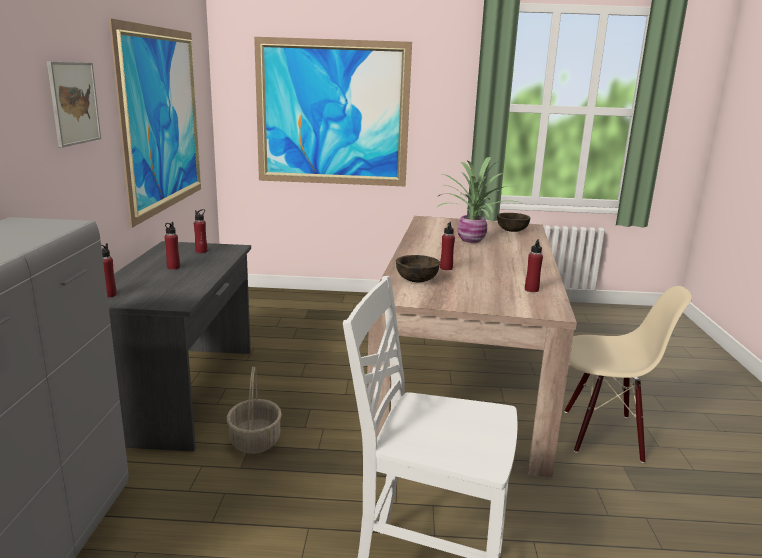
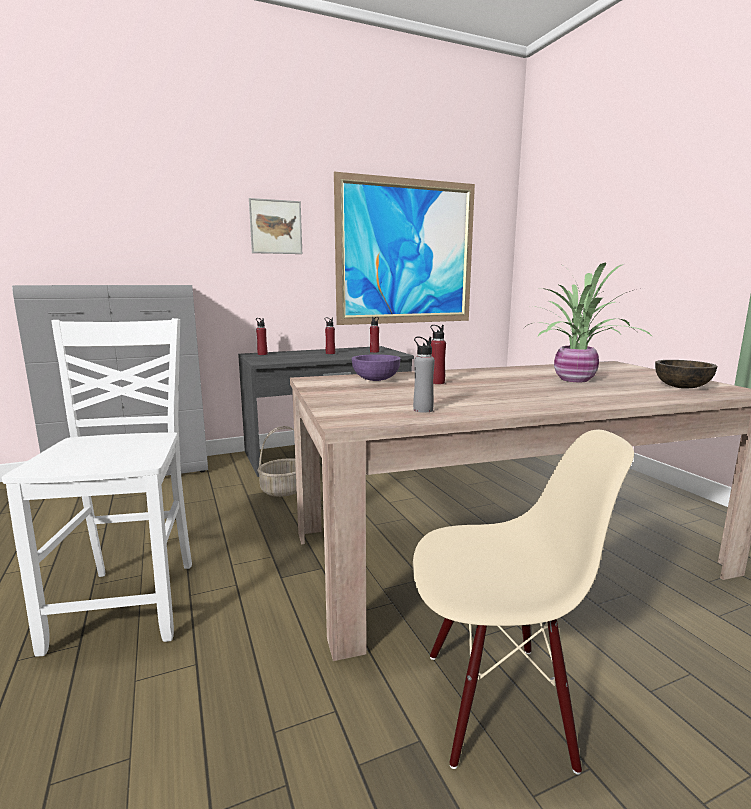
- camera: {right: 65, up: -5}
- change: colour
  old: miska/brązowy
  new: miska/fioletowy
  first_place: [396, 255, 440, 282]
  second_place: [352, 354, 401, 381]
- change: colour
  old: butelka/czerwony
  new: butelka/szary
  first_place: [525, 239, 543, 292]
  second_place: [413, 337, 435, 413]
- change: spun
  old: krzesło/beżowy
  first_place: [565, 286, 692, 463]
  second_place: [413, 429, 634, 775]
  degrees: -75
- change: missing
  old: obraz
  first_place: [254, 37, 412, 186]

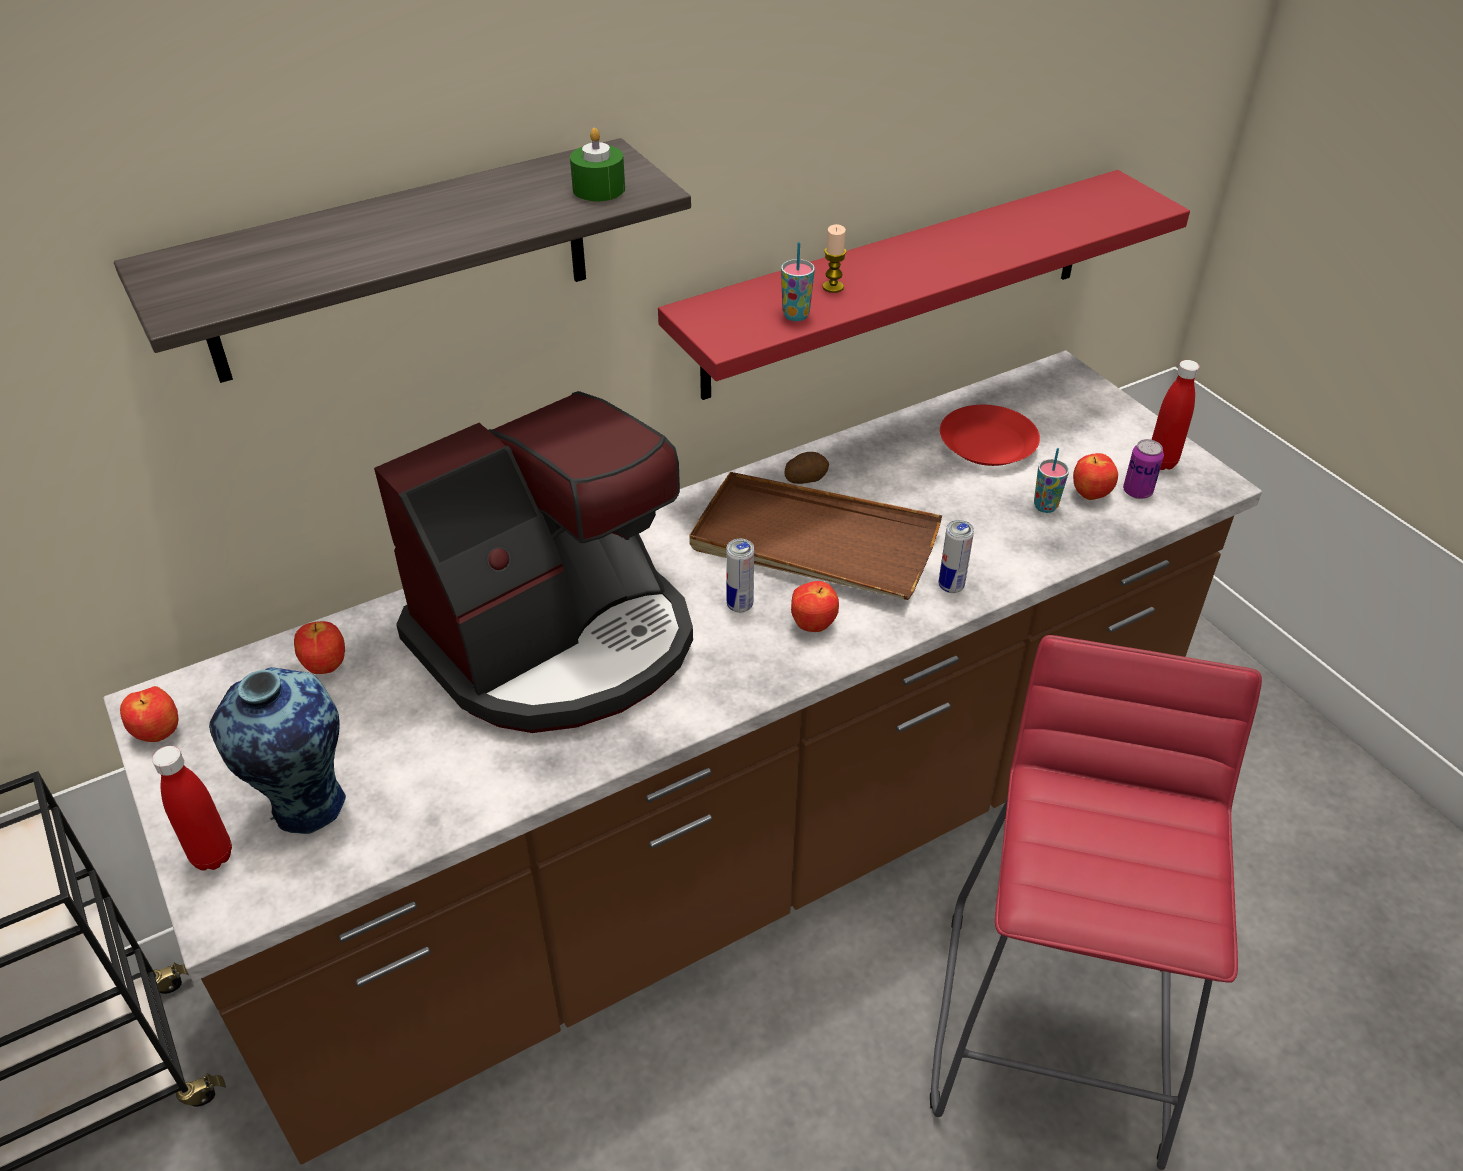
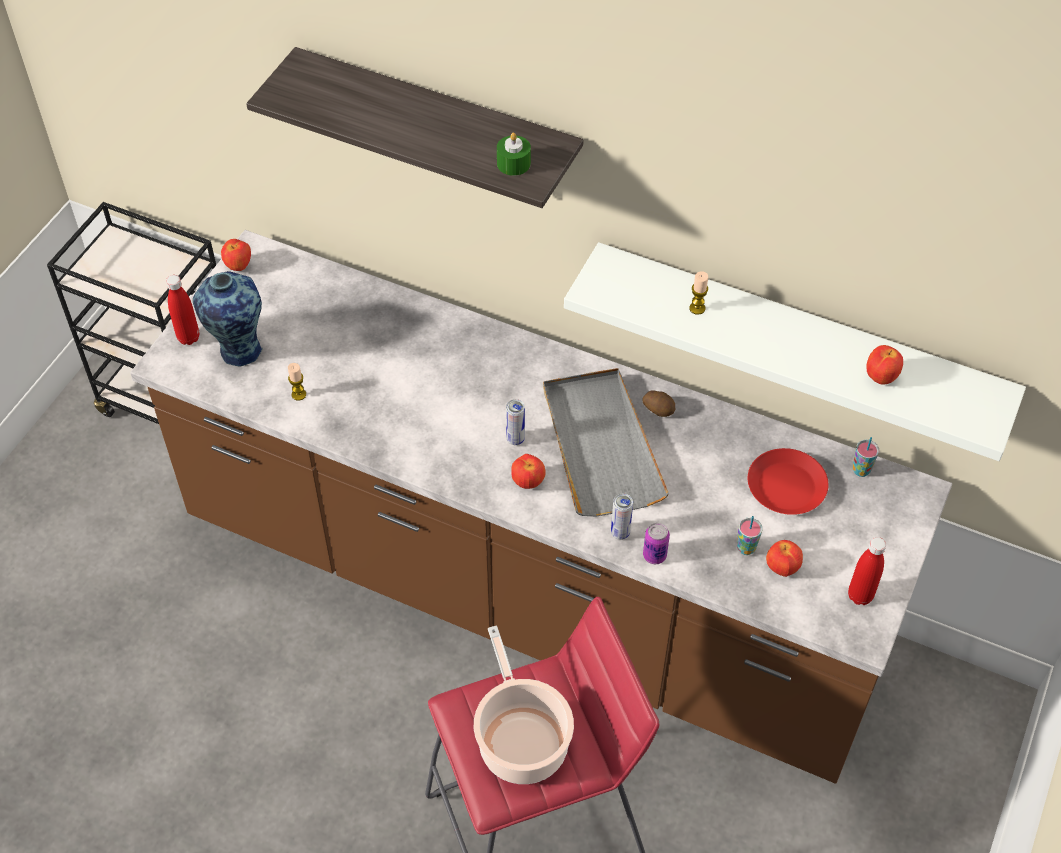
- camera: {right: 55, up: 10}
- change: appeared
  new: świeca
  second_place: [288, 363, 306, 401]
- change: appeared
  new: garnek
  second_place: [474, 625, 574, 784]
- change: colour
  old: taca/brązowy
  new: taca/szary
  first_place: [690, 472, 942, 600]
  second_place: [543, 368, 669, 517]
- change: colour
  old: półka/czerwony
  new: półka/biały
  first_place: [658, 170, 1190, 400]
  second_place: [564, 242, 1026, 461]
- change: relocated
  old: puszka
  first_place: [1123, 439, 1164, 499]
  second_place: [643, 523, 670, 564]
- change: relocated
  old: filiżanka
  first_place: [781, 242, 815, 321]
  second_place: [852, 437, 879, 477]
- change: relocated
  old: jabłko
  first_place: [294, 621, 345, 674]
  second_place: [866, 345, 903, 384]
- change: missing
  old: ekspres do kawy
  first_place: [374, 391, 693, 733]

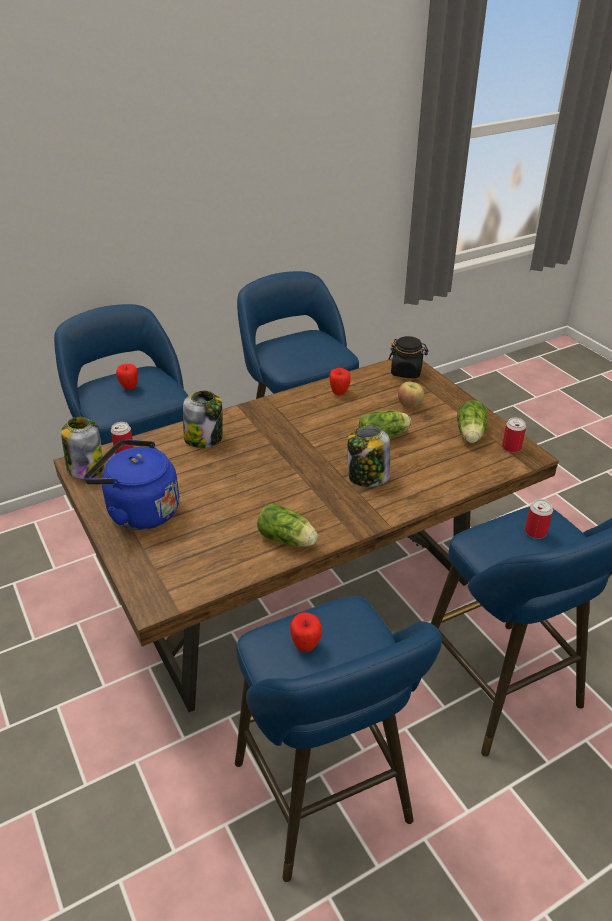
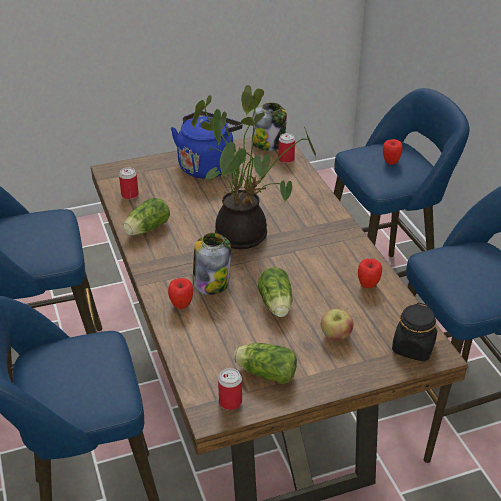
- camera: {right: 100, up: 0}
- change: relocated
  old: puszka
  first_place: [525, 499, 553, 539]
  second_place: [119, 167, 139, 199]
- change: relocated
  old: jabłko
  first_place: [290, 612, 322, 652]
  second_place: [168, 278, 193, 309]
- change: appeared
  new: roślina doniczkowa
  second_place: [191, 85, 316, 249]
- change: missing
  old: słoik
  first_place: [183, 391, 223, 448]

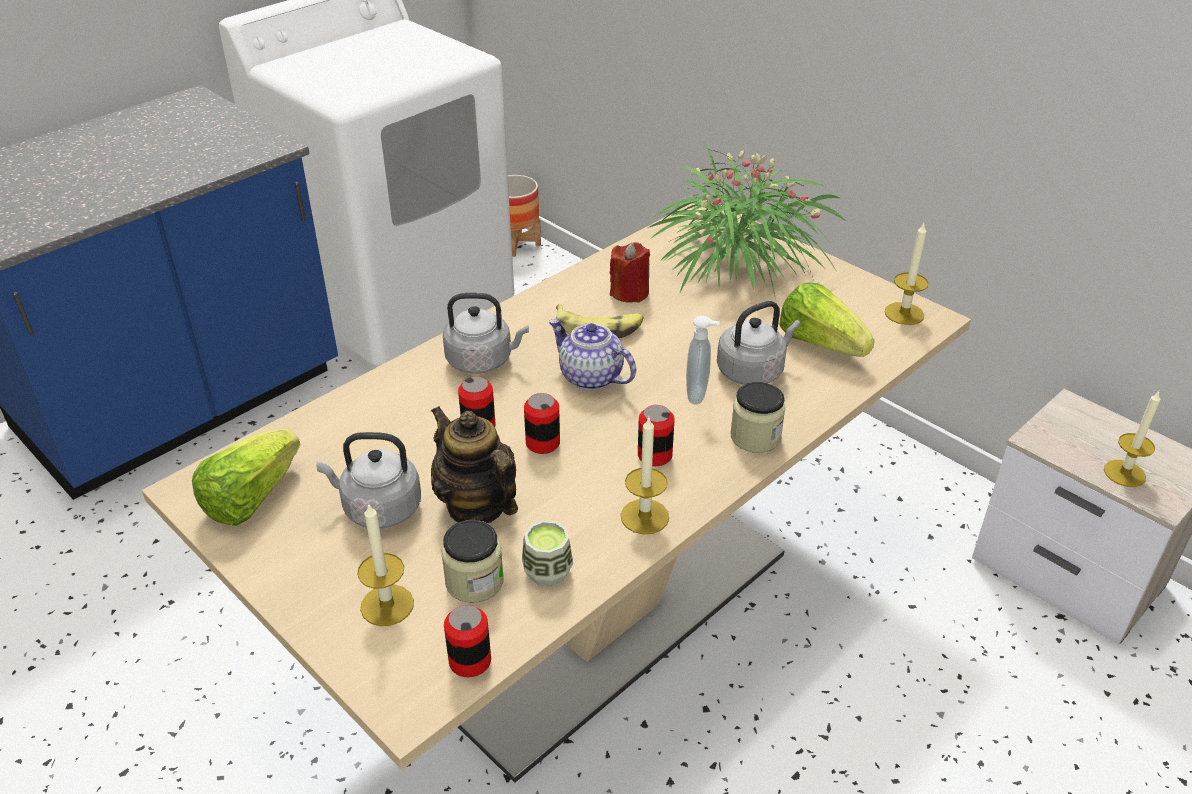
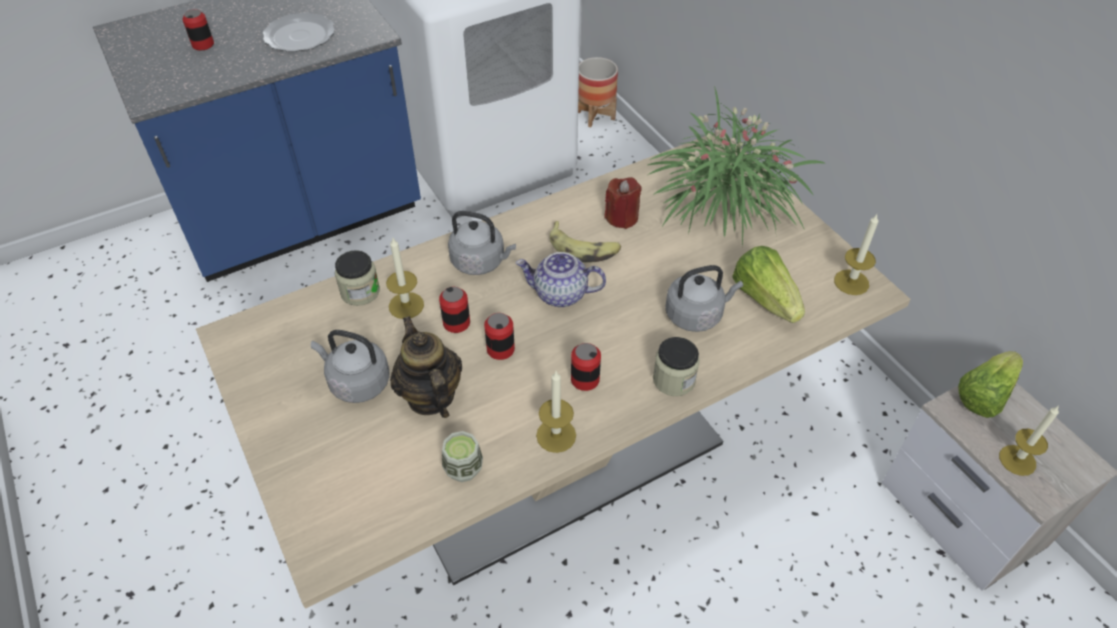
- camera: {right: 15, up: 10}
- change: relocated
  old: puszka
  first_place: [444, 605, 491, 677]
  second_place: [182, 10, 214, 51]
- change: appeared
  new: talerz
  second_place: [263, 13, 335, 52]
- change: relocated
  old: słoik
  first_place: [441, 520, 504, 603]
  second_place: [335, 250, 380, 306]
- change: relocated
  old: świeca
  first_place: [357, 503, 414, 626]
  second_place: [386, 238, 424, 319]
- change: spun
  old: imbryk
  first_place: [549, 319, 636, 390]
  second_place: [516, 252, 606, 307]
  degrees: -45
- change: relocated
  old: sałata
  first_place: [192, 429, 300, 526]
  second_place: [958, 351, 1023, 418]
- change: missing
  old: dozownik mydła
  first_place: [686, 315, 720, 405]

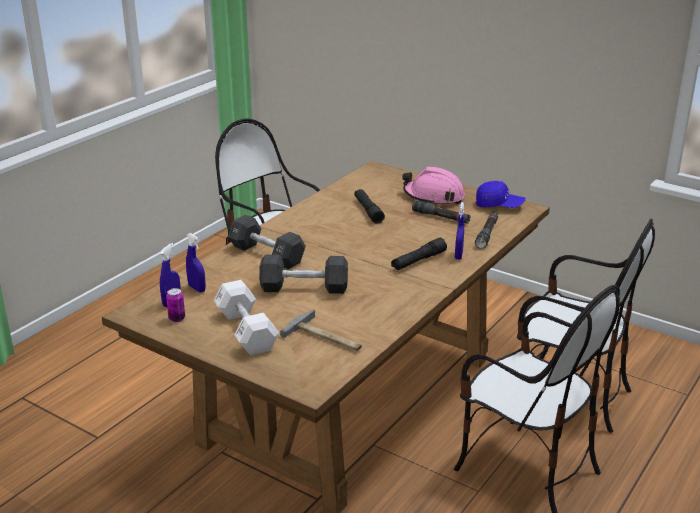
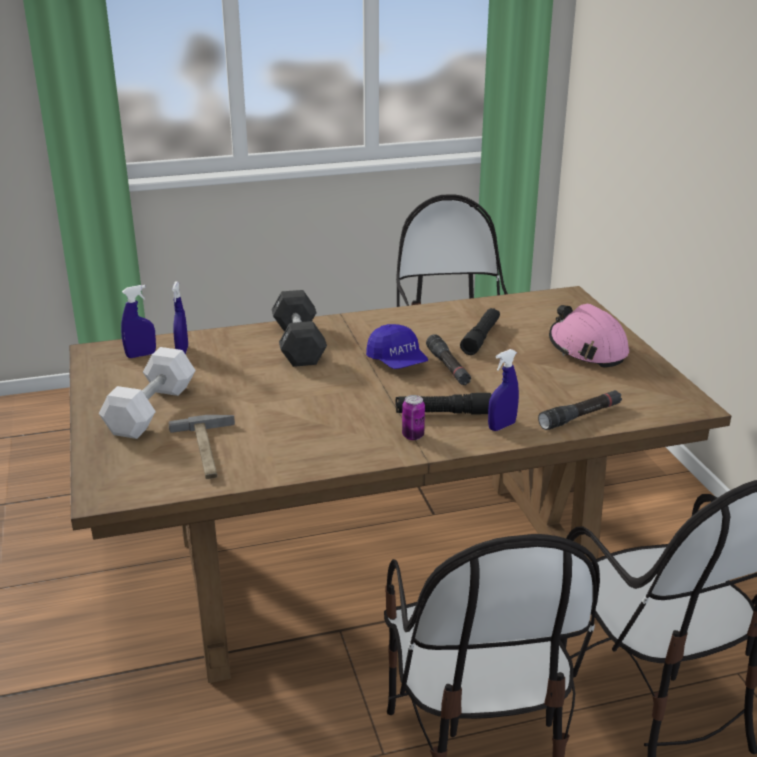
- camera: {right: 40, up: 0}
- change: relocated
  old: czapka z daszkiem/niebieski
  first_place: [476, 181, 526, 208]
  second_place: [366, 324, 429, 369]
- change: relocated
  old: puszka
  first_place: [166, 288, 185, 322]
  second_place: [402, 395, 425, 440]
- change: relocated
  old: latarka/czarny
  first_place: [412, 200, 470, 223]
  second_place: [426, 334, 471, 385]
- change: missing
  old: hantel/czarny
  first_place: [259, 255, 348, 294]

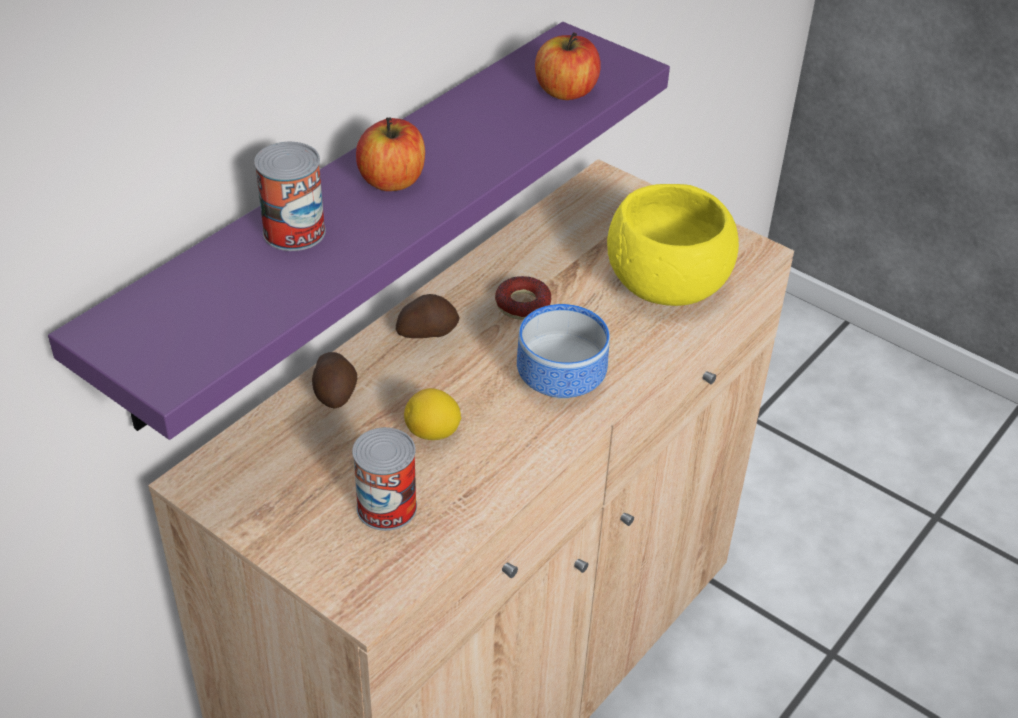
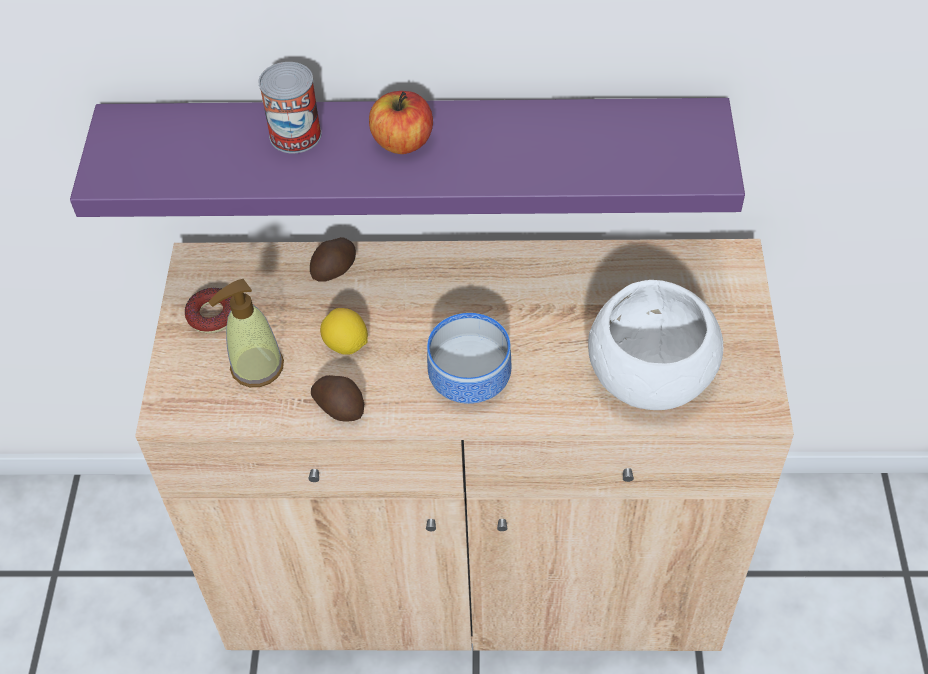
- camera: {right: 55, up: 10}
- change: relocated
  old: donut
  first_place: [495, 276, 551, 320]
  second_place: [185, 288, 231, 333]
- change: exchanged
  old: puszka
  new: dozownik mydła
  first_place: [352, 427, 417, 531]
  second_place: [209, 279, 284, 387]
- change: relocated
  old: ziemniak
  first_place: [396, 294, 460, 338]
  second_place: [311, 375, 364, 422]
- change: colour
  old: miska/żółty
  new: miska/biały
  first_place: [607, 184, 739, 306]
  second_place: [588, 280, 723, 410]
- change: missing
  old: jabłko
  first_place: [535, 32, 601, 100]

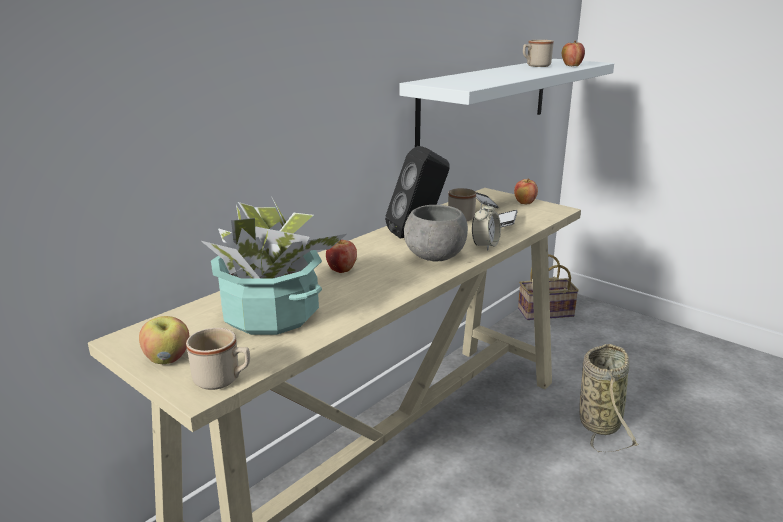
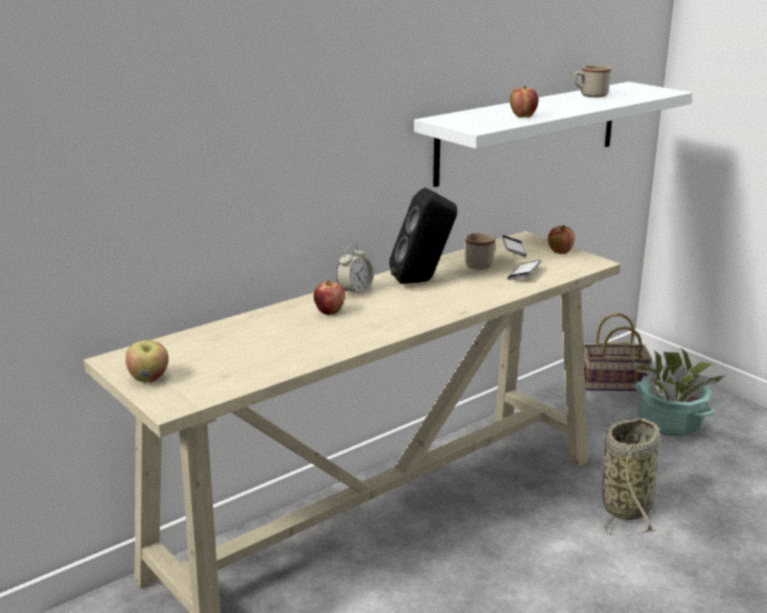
- camera: {right: 10, up: 0}
- change: relocated
  old: budzik
  first_place: [472, 200, 501, 251]
  second_place: [336, 244, 374, 297]
- change: relocated
  old: jabłko
  first_place: [562, 41, 585, 66]
  second_place: [510, 86, 539, 118]
- change: relocated
  old: roślina doniczkowa
  first_place: [201, 196, 347, 335]
  second_place: [635, 348, 727, 436]
- change: missing
  old: kubek/beżowy
  first_place: [186, 328, 250, 390]
- change: missing
  old: miska/szary
  first_place: [404, 205, 468, 261]

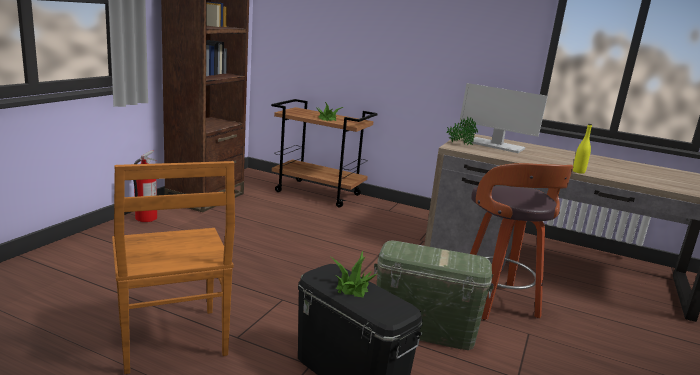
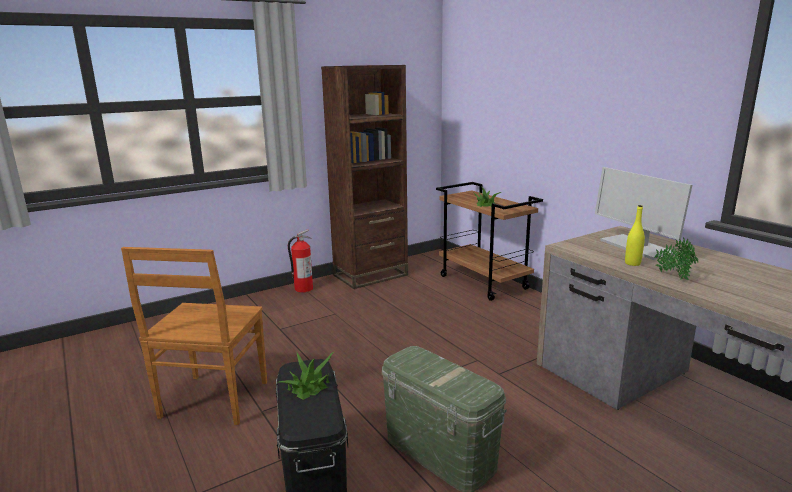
- camera: {right: 35, up: 0}
- change: relocated
  old: butelka/żółty
  first_place: [573, 124, 592, 174]
  second_place: [625, 205, 645, 266]
- change: relocated
  old: roślina doniczkowa
  first_place: [446, 117, 478, 145]
  second_place: [654, 237, 698, 280]
- change: missing
  old: stołek
  first_place: [470, 163, 573, 320]

